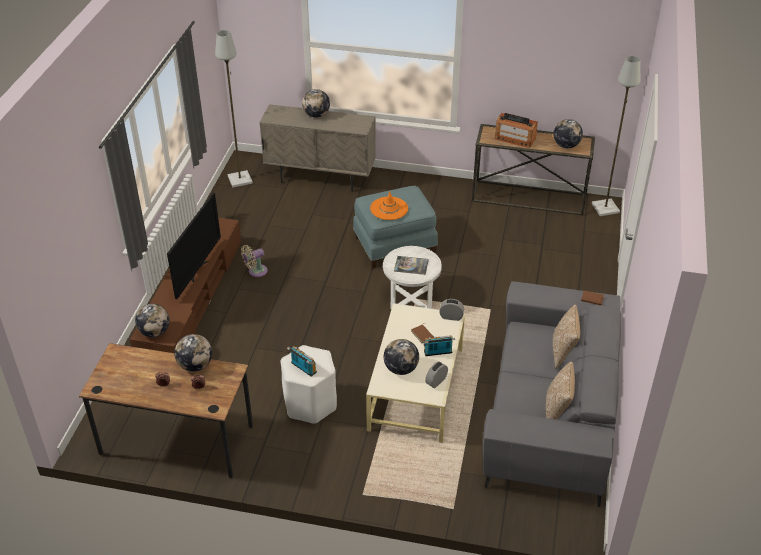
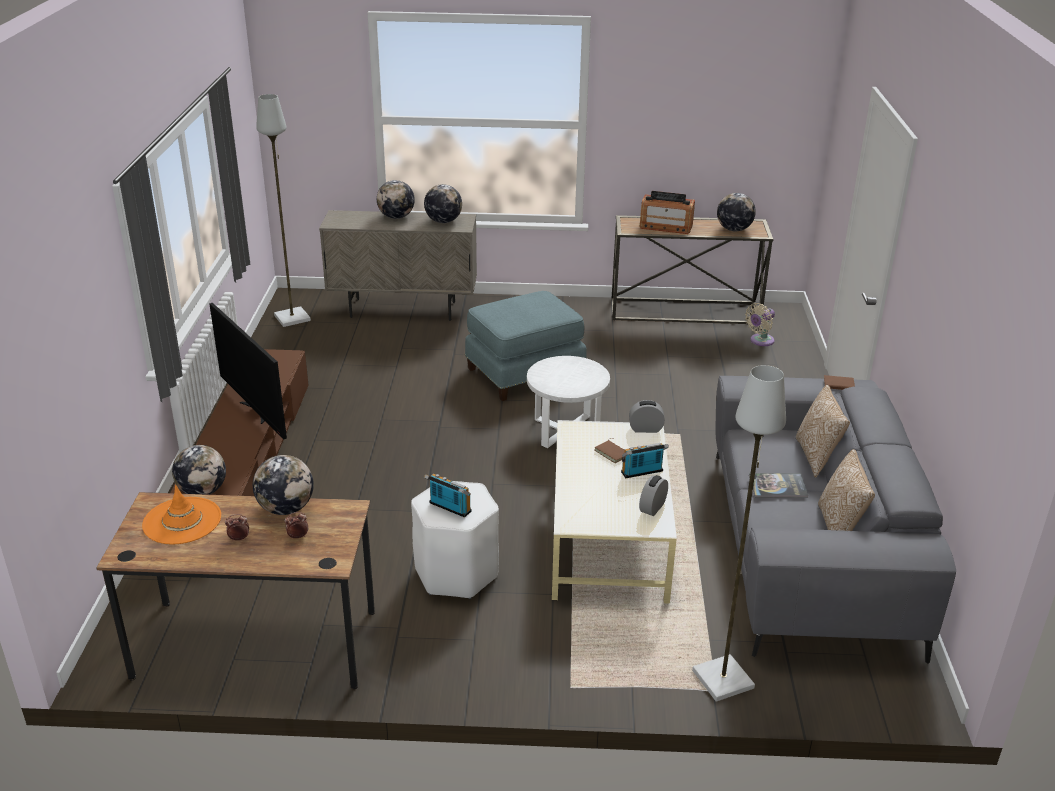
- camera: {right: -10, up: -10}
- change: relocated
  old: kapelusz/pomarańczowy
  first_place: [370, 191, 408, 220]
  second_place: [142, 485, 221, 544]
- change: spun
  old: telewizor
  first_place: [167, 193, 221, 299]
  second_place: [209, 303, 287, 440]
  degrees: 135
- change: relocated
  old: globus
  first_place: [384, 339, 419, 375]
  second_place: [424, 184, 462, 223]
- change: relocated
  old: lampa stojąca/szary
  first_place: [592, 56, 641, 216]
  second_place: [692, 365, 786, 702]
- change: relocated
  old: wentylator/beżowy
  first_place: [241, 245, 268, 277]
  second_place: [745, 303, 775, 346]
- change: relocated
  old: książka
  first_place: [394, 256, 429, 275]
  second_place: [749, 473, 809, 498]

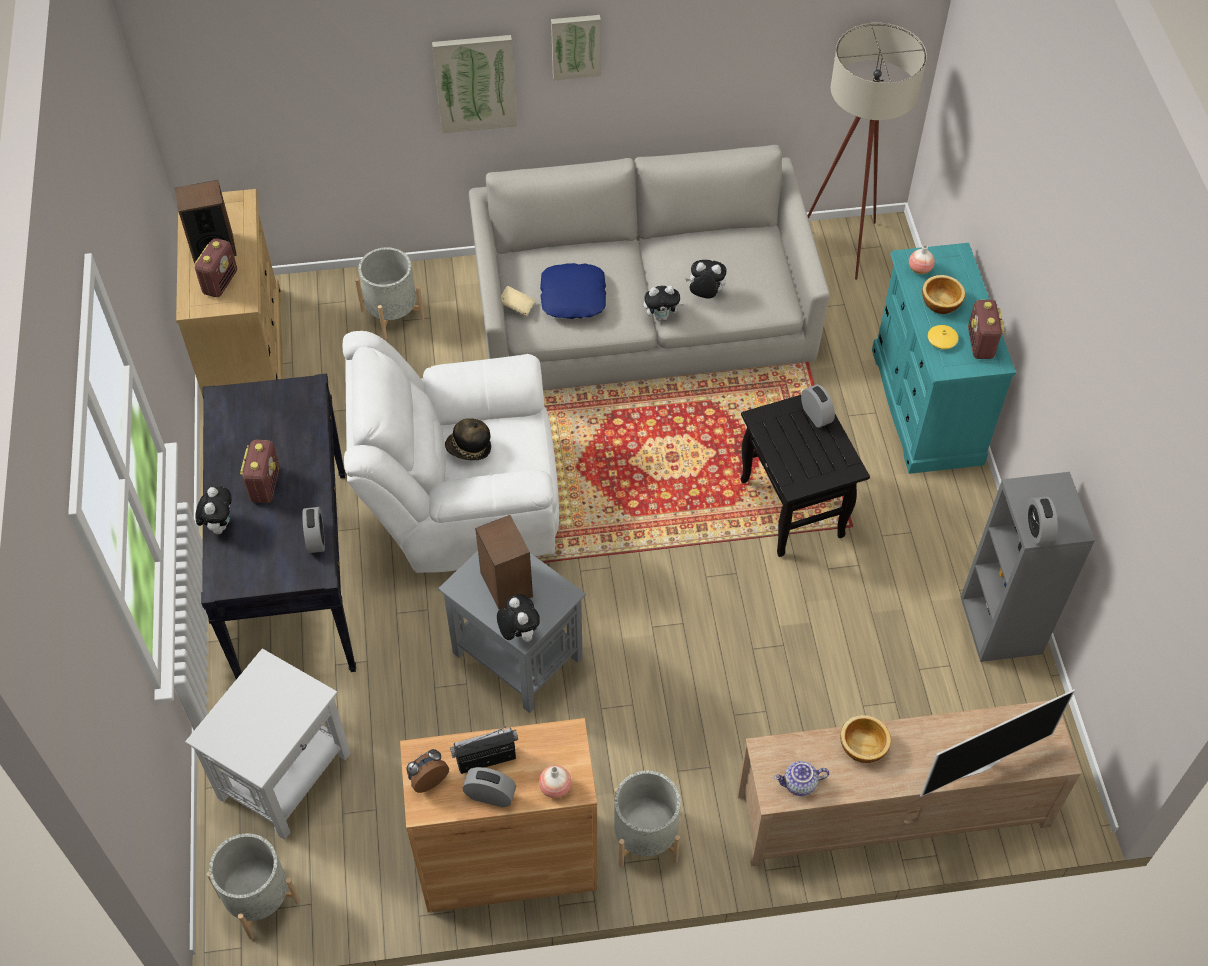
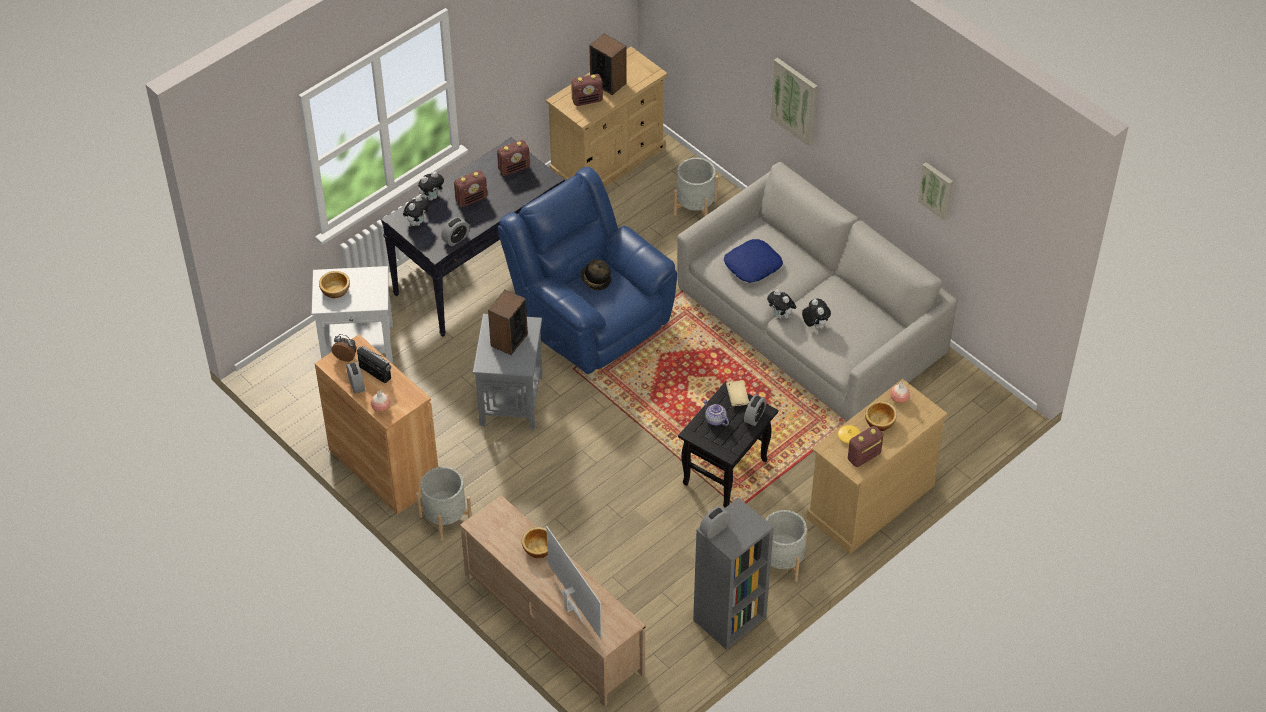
- camera: {right: 55, up: -5}
- change: appeared
  new: miska
  second_place: [319, 271, 350, 298]
- change: relocated
  old: pluszak
  first_place: [497, 594, 540, 642]
  second_place: [403, 195, 429, 226]
- change: appeared
  new: radio
  second_place: [497, 140, 530, 176]
- change: colour
  old: fotel/biały
  new: fotel/niebieski
  first_place: [343, 331, 559, 573]
  second_place: [497, 167, 677, 374]
- change: spun
  old: telewizor
  first_place: [920, 689, 1075, 797]
  second_place: [546, 527, 602, 639]
  degrees: -150
- change: relocated
  old: imbryk
  first_place: [774, 761, 829, 796]
  second_place: [703, 400, 729, 426]
- change: relocated
  old: książka/beżowy
  first_place: [501, 285, 535, 316]
  second_place: [726, 380, 749, 406]
- change: relocated
  old: donica/szary
  first_place: [207, 834, 300, 940]
  second_place: [765, 510, 807, 582]
- change: colour
  old: komoda/turkusowy
  new: komoda/beżowy
  first_place: [872, 243, 1016, 474]
  second_place: [806, 379, 948, 554]
- change: relocated
  old: obraz
  first_place: [551, 15, 601, 80]
  second_place: [918, 162, 953, 220]
- change: missing
  old: lampa stojąca/beżowy
  first_place: [807, 23, 927, 280]

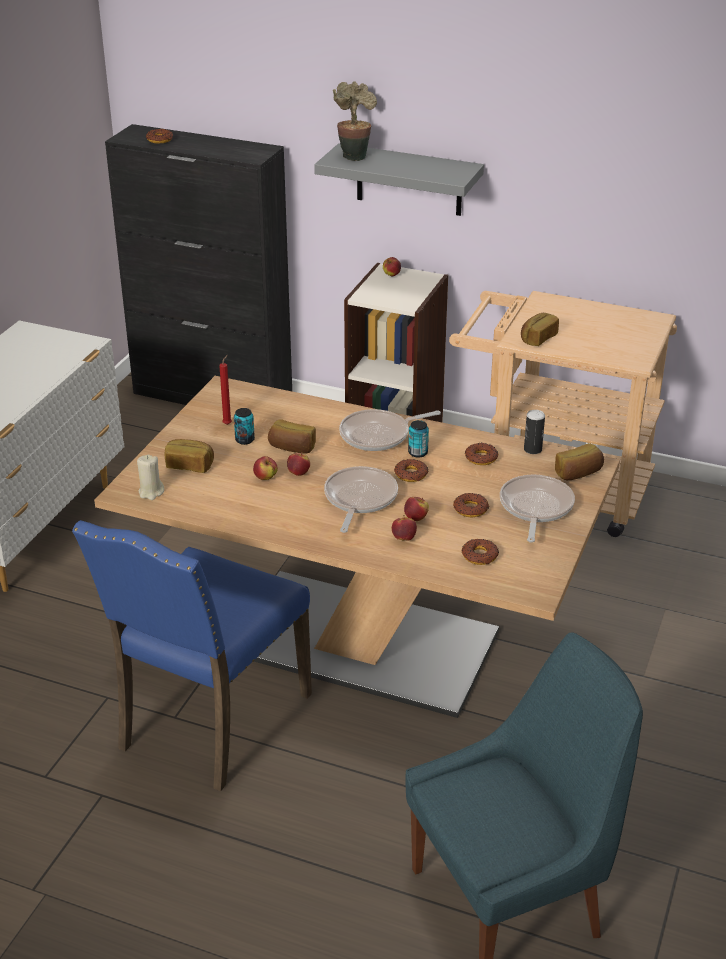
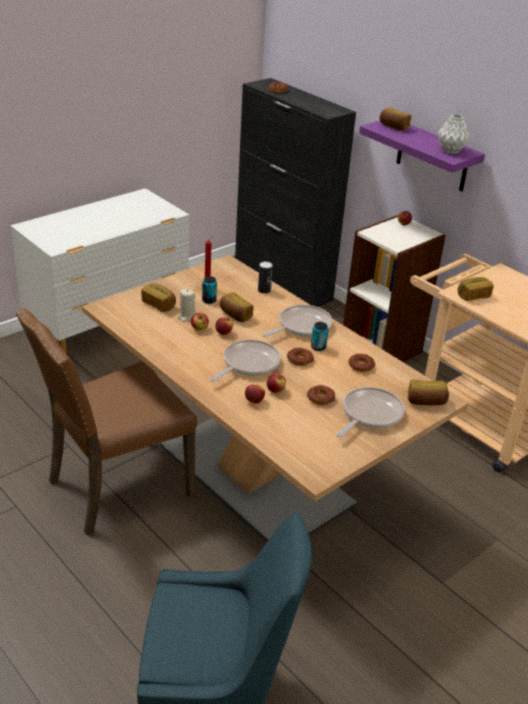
- camera: {right: 25, up: 0}
- change: colour
  old: krzesło/niebieski
  new: krzesło/brązowy
  first_place: [72, 520, 312, 791]
  second_place: [16, 309, 197, 535]
- change: relocated
  old: świeca/beżowy
  first_place: [137, 455, 164, 500]
  second_place: [178, 289, 197, 322]
- change: relocated
  old: puszka
  first_place: [524, 410, 545, 454]
  second_place: [258, 261, 273, 294]
- change: spun
  old: patelnia
  first_place: [339, 409, 441, 451]
  second_place: [262, 305, 333, 337]
  degrees: 135
- change: colour
  old: półka/szary
  new: półka/fioletowy
  first_place: [314, 143, 484, 216]
  second_place: [359, 121, 485, 191]
- change: exchanged
  old: roślina doniczkowa
  new: chleb
  first_place: [333, 81, 377, 161]
  second_place: [380, 108, 411, 130]
- change: appeared
  new: wazon/szary
  second_place: [438, 114, 470, 154]
- change: missing
  old: donut
  first_place: [462, 539, 499, 565]

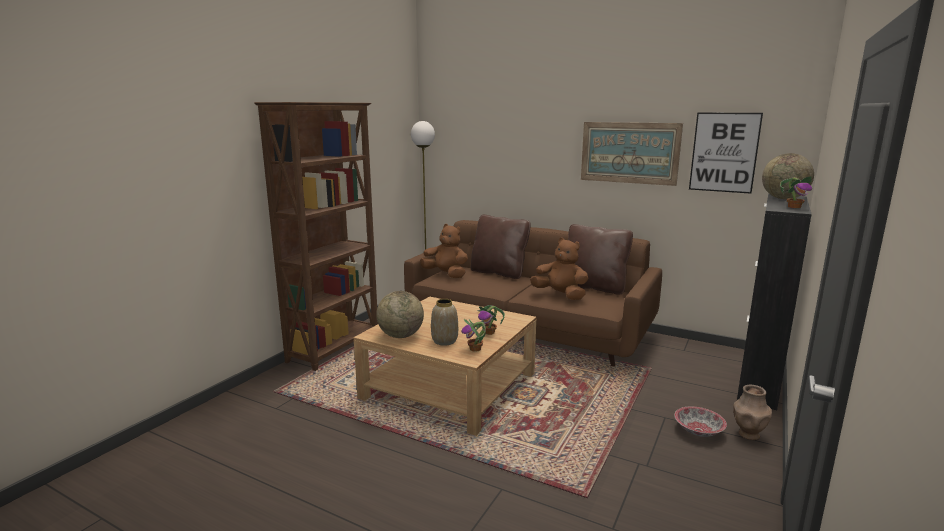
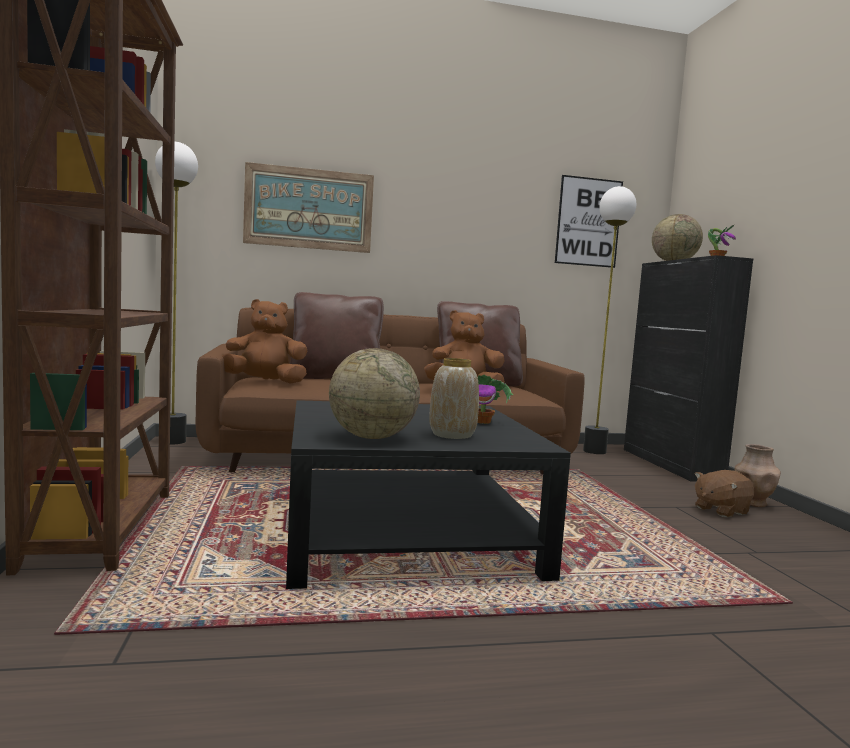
- camera: {right: -40, up: -10}
- change: relocated
  old: obraz
  first_place: [581, 122, 683, 186]
  second_place: [243, 162, 374, 253]
- change: colour
  old: ława/beżowy
  new: ława/czarny
  first_place: [354, 297, 536, 436]
  second_place: [286, 400, 571, 589]
- change: appeared
  new: lampa stojąca
  second_place: [583, 186, 636, 454]
- change: exchanged
  old: miska
  new: pluszak/brązowy
  first_place: [674, 406, 727, 437]
  second_place: [695, 470, 755, 517]
- change: missing
  old: roślina doniczkowa
  first_place: [461, 319, 486, 352]

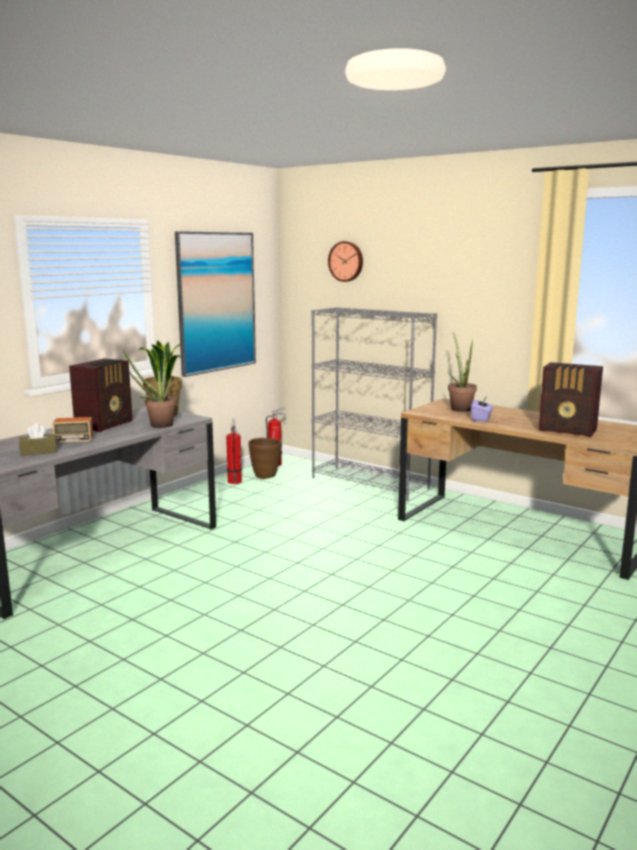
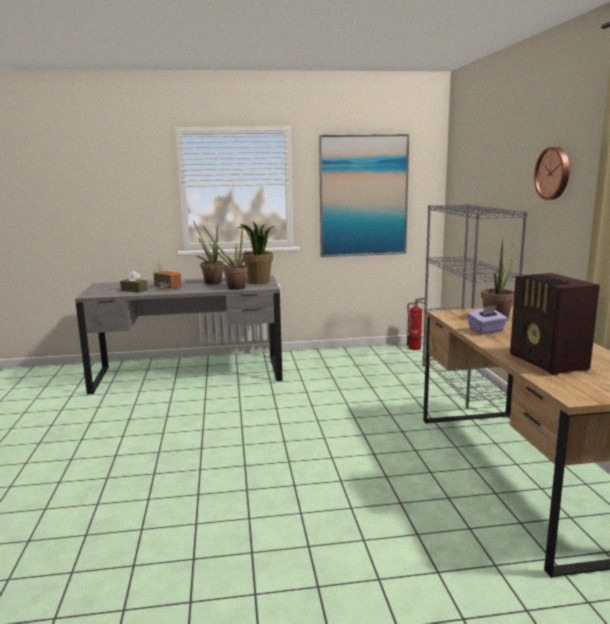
- camera: {right: 45, up: 0}
- change: exchanged
  old: radio
  new: roślina doniczkowa
  first_place: [69, 359, 133, 432]
  second_place: [193, 221, 224, 284]
- change: relocated
  old: zegar ścienny
  first_place: [328, 241, 363, 282]
  second_place: [534, 147, 569, 200]
- change: missing
  old: gaśnica
  first_place: [226, 419, 242, 484]
- change: missing
  old: donica/brązowy
  first_place: [248, 438, 282, 479]

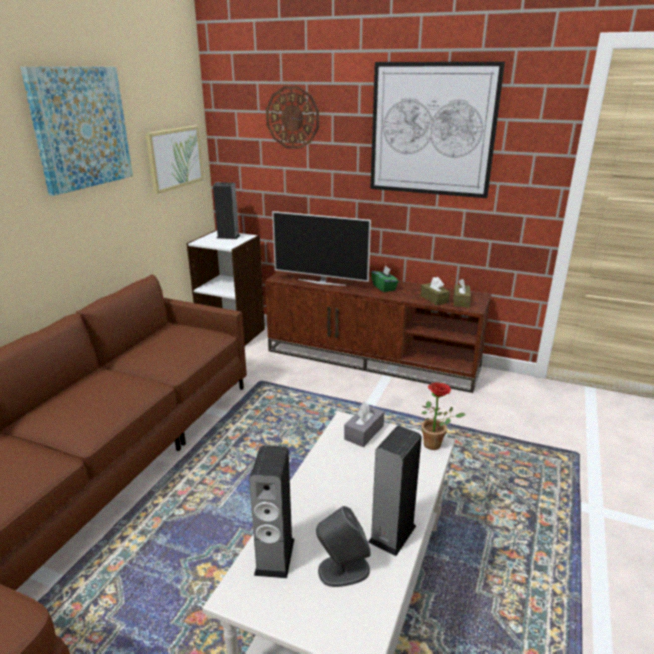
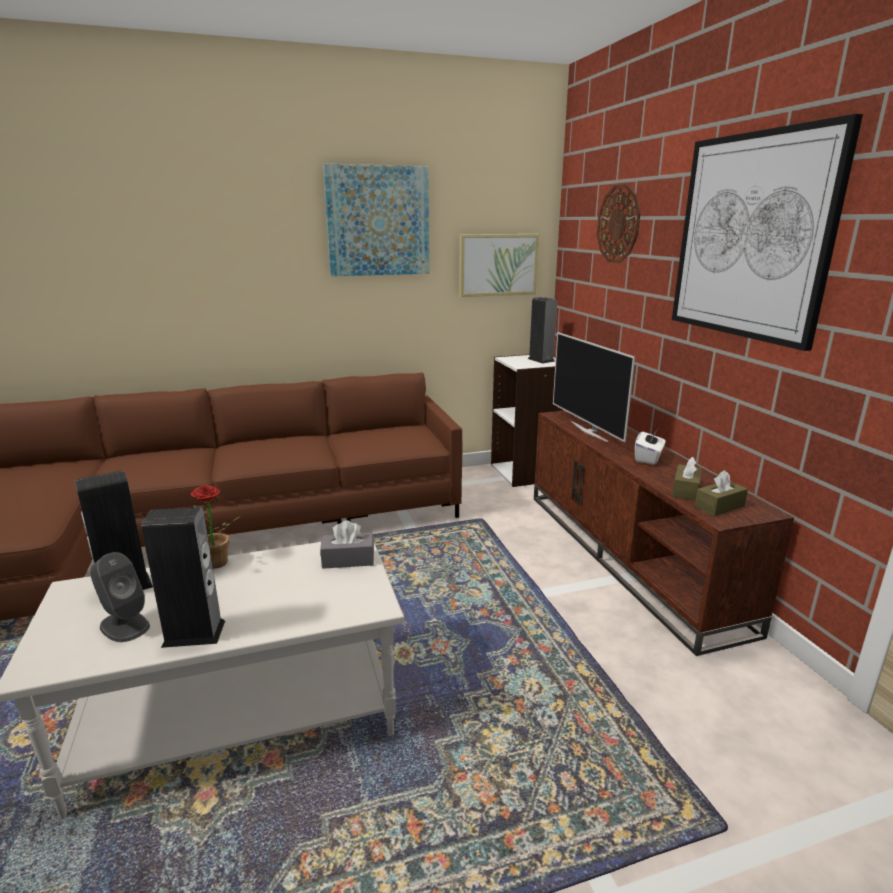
- camera: {right: 50, up: -5}
- change: relocated
  old: roślina doniczkowa
  first_place: [421, 382, 466, 450]
  second_place: [191, 485, 239, 569]
- change: colour
  old: pudełko chusteczek/zielony
  new: pudełko chusteczek/biały
  first_place: [371, 265, 399, 292]
  second_place: [635, 429, 666, 465]

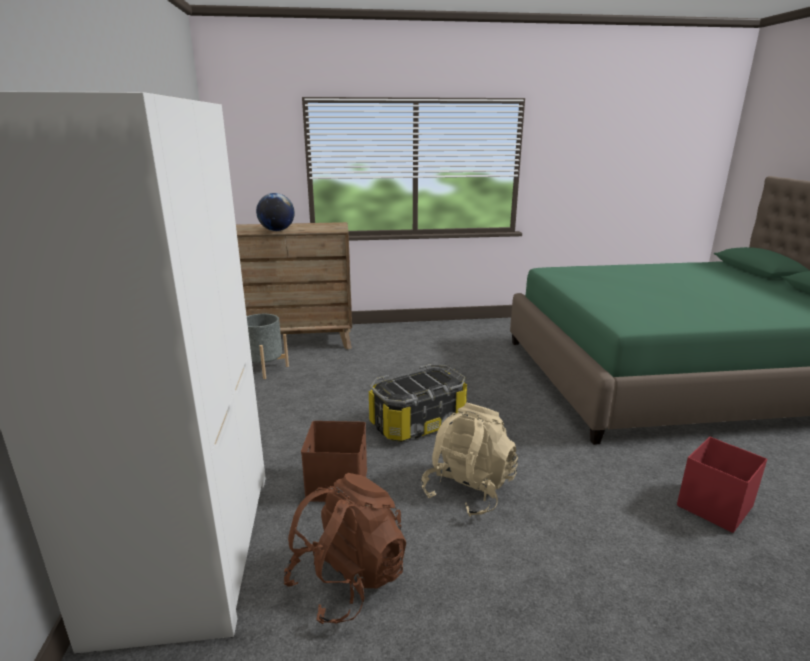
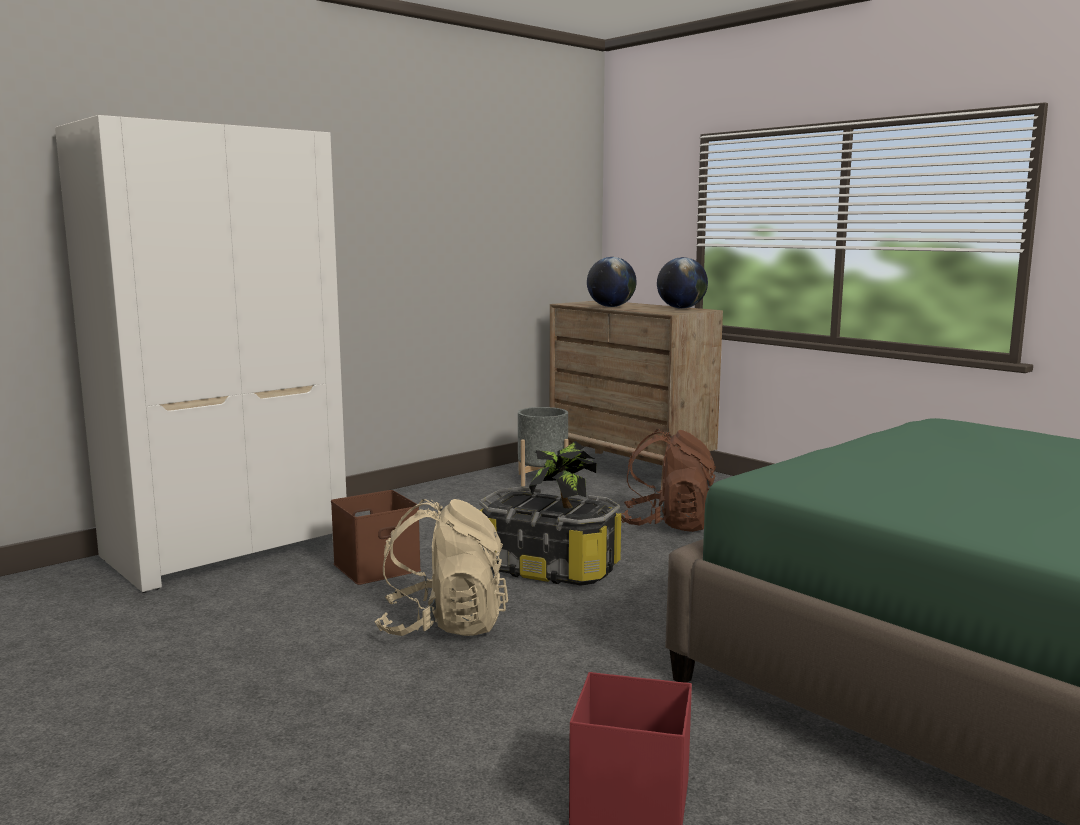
- camera: {right: 55, up: -10}
- change: appeared
  new: roślina doniczkowa
  second_place: [529, 441, 596, 508]
- change: relocated
  old: plecak/brązowy
  first_place: [284, 473, 406, 624]
  second_place: [621, 429, 716, 532]
- change: appeared
  new: globus
  second_place: [657, 257, 708, 309]

